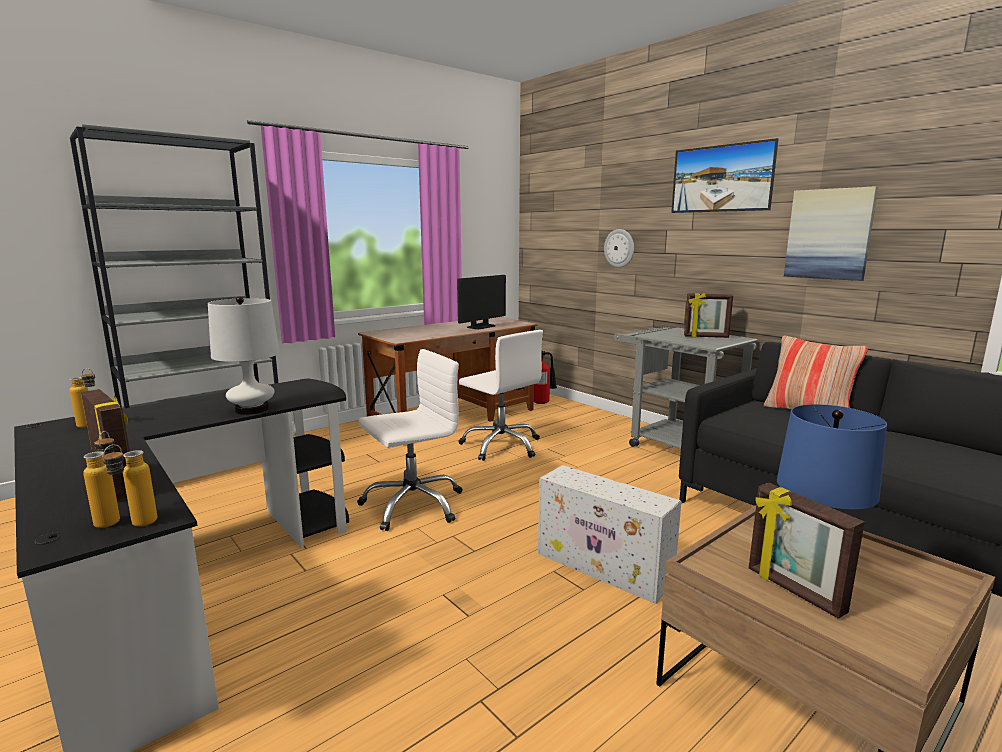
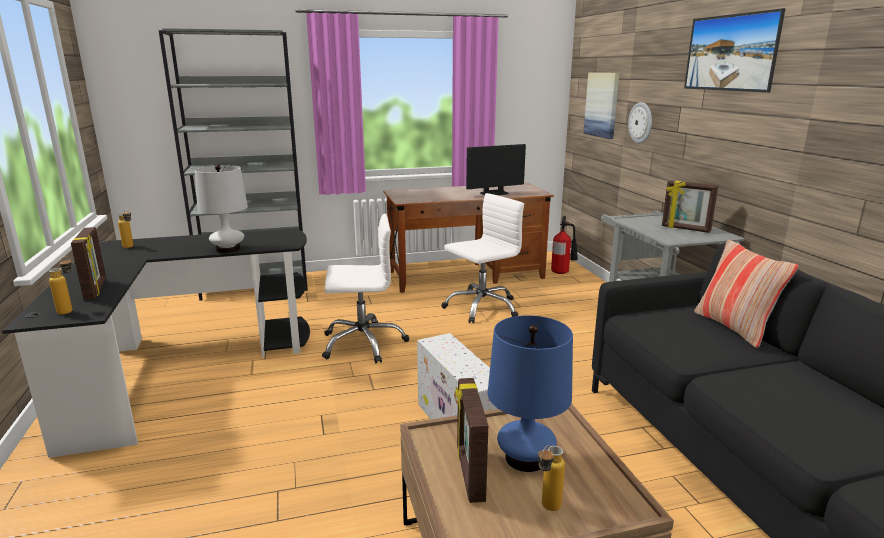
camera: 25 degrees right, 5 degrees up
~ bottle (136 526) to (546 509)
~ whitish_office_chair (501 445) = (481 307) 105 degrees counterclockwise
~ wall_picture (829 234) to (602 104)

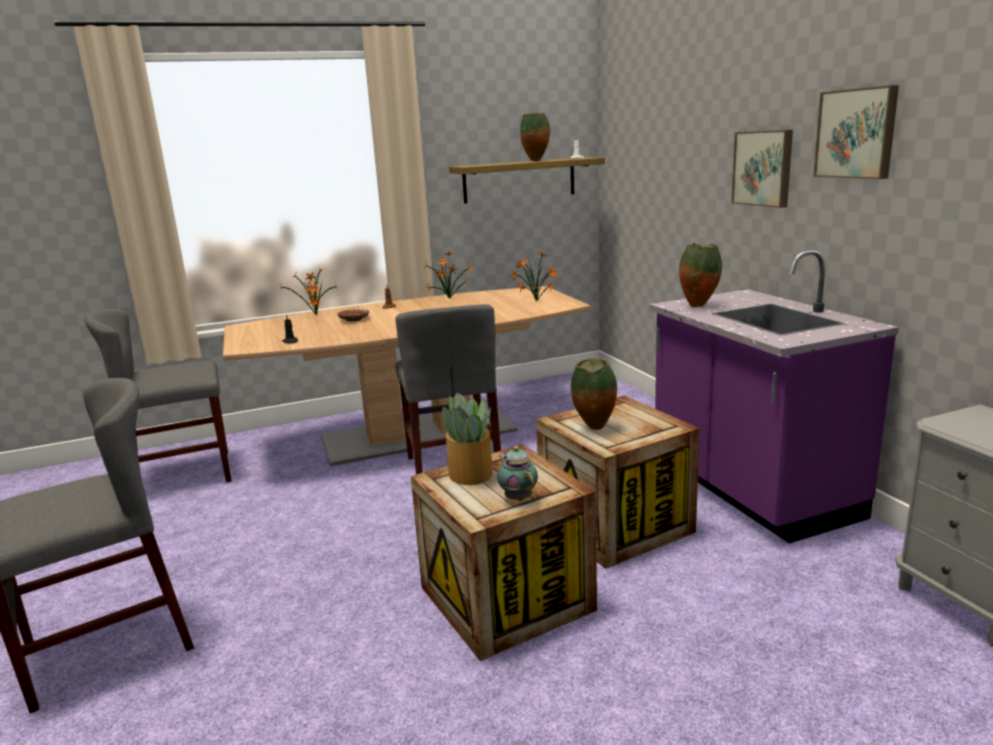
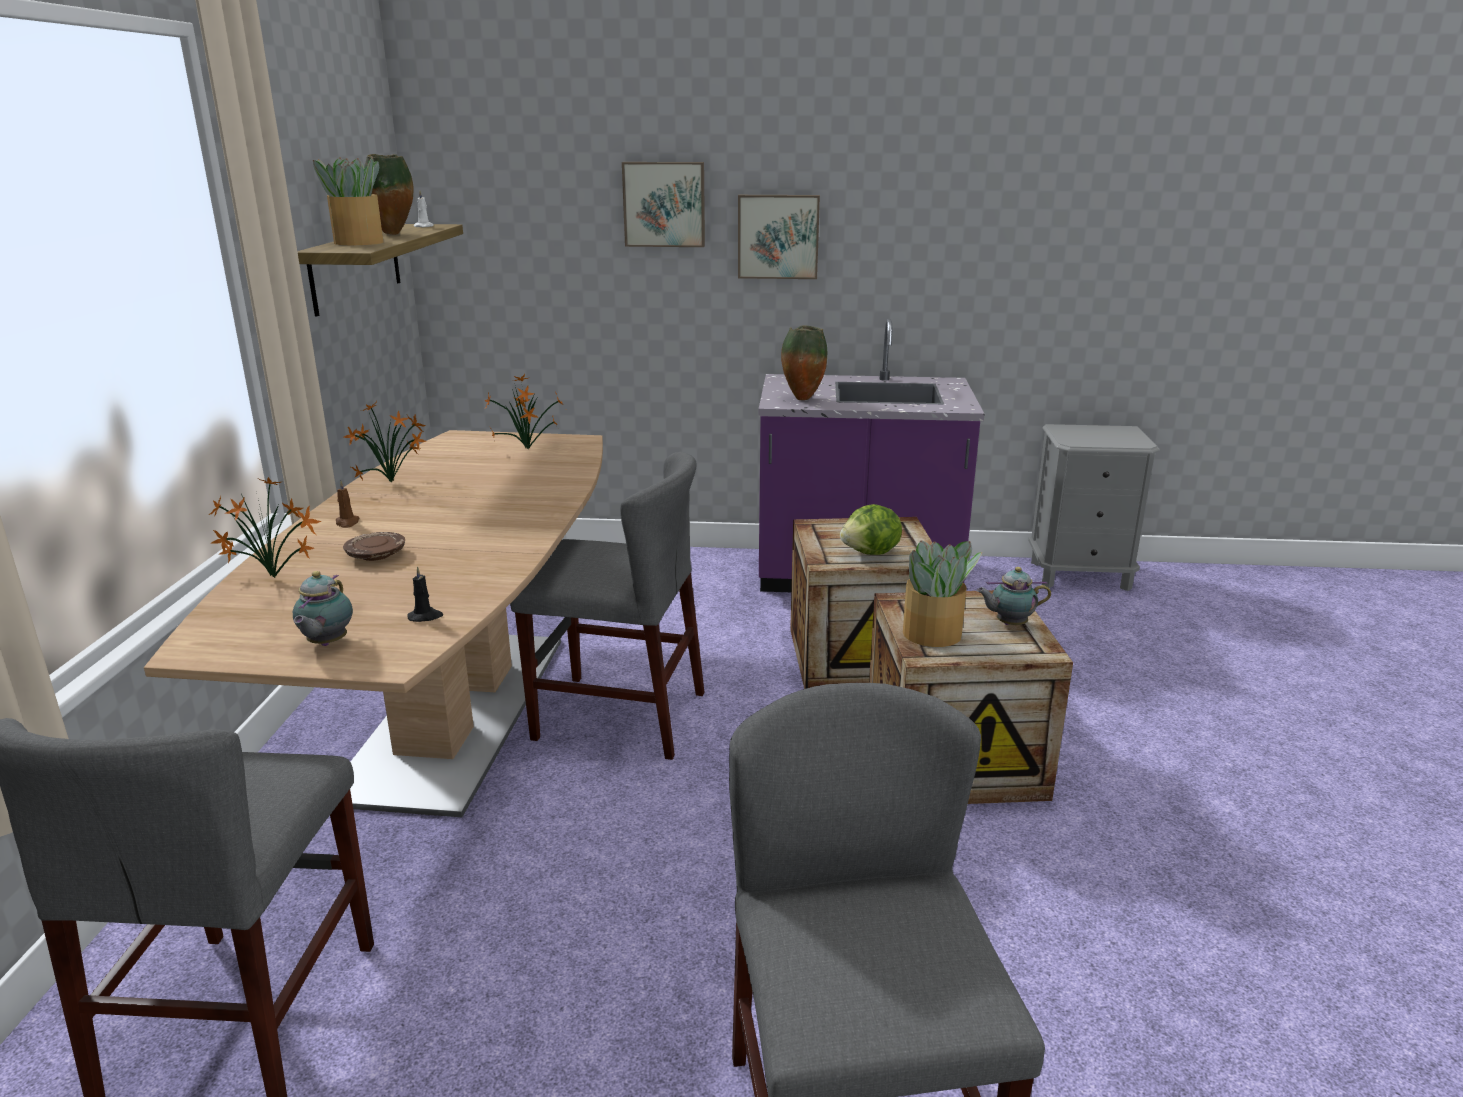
camera: 65 degrees left, 5 degrees up
~ flower_vase (594 429) to lettuce (871 553)
~ wall_picture (857 133) to (664 204)
+ pot_for_tea (326 644)
+ potted_plant (358 242)

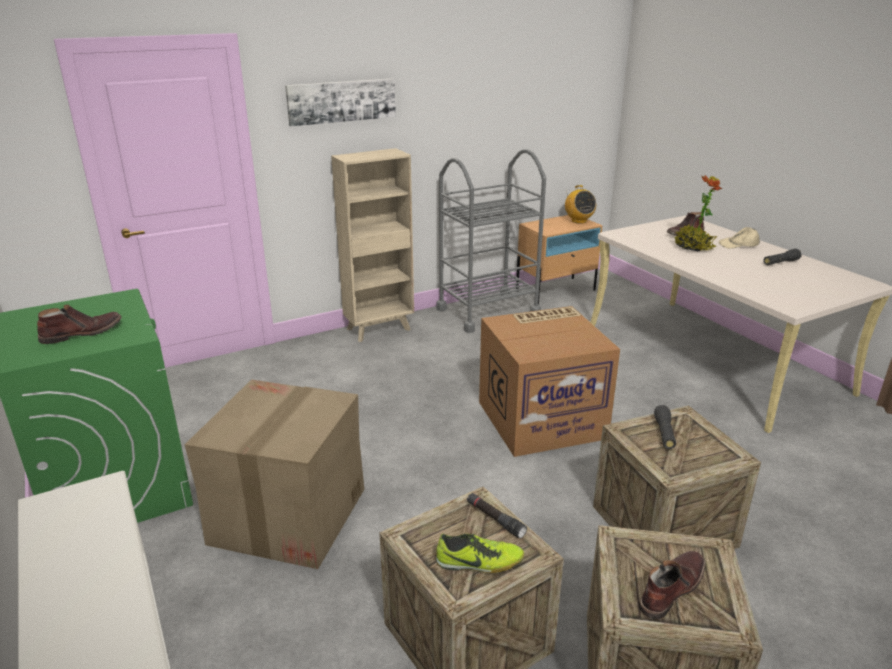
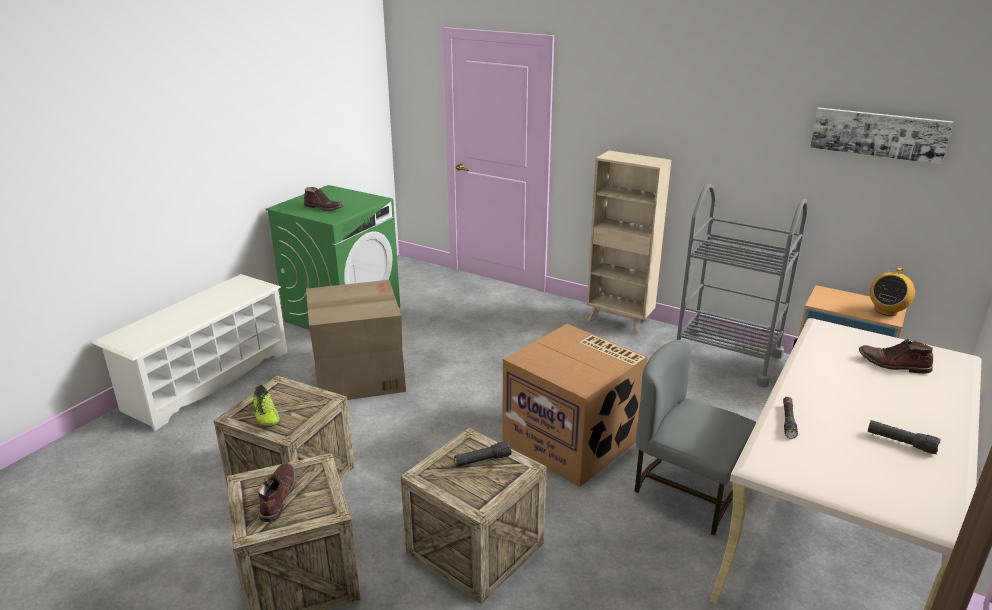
camera: 60 degrees right, 0 degrees up
~ wall_picture (341 101) to (878 134)
~ black_hand_torch (495 519) to (788 421)
~ brownish_boot (670 589) = (277 497) 105 degrees counterclockwise
- potted_plant (693 247)
- beige_baseball_cap (739 244)
+ greyish_plain_chair (686 491)

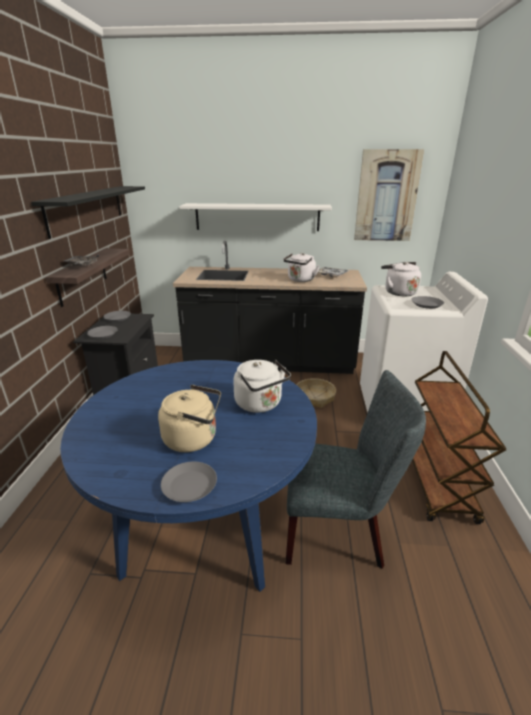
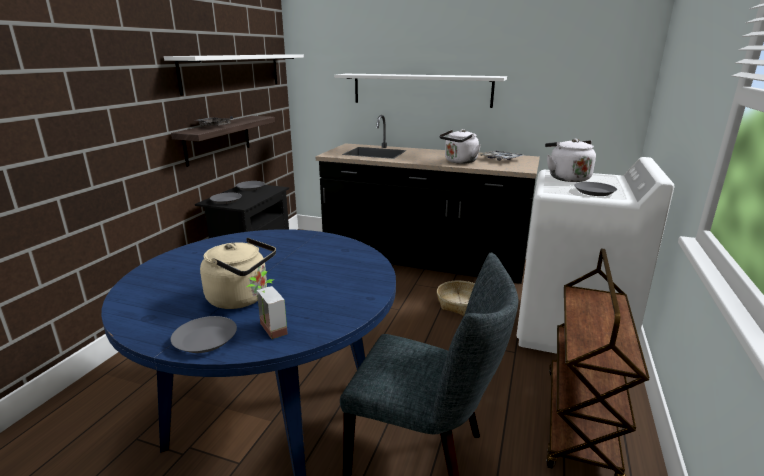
camera: 15 degrees right, 5 degrees down
~ black_bracket_shelf (87 209) to whitish_bracket_shelf (233 72)
- whitish_tea_kettle (260 404)
- wall_picture (386 196)
+ potted_plant (266 331)

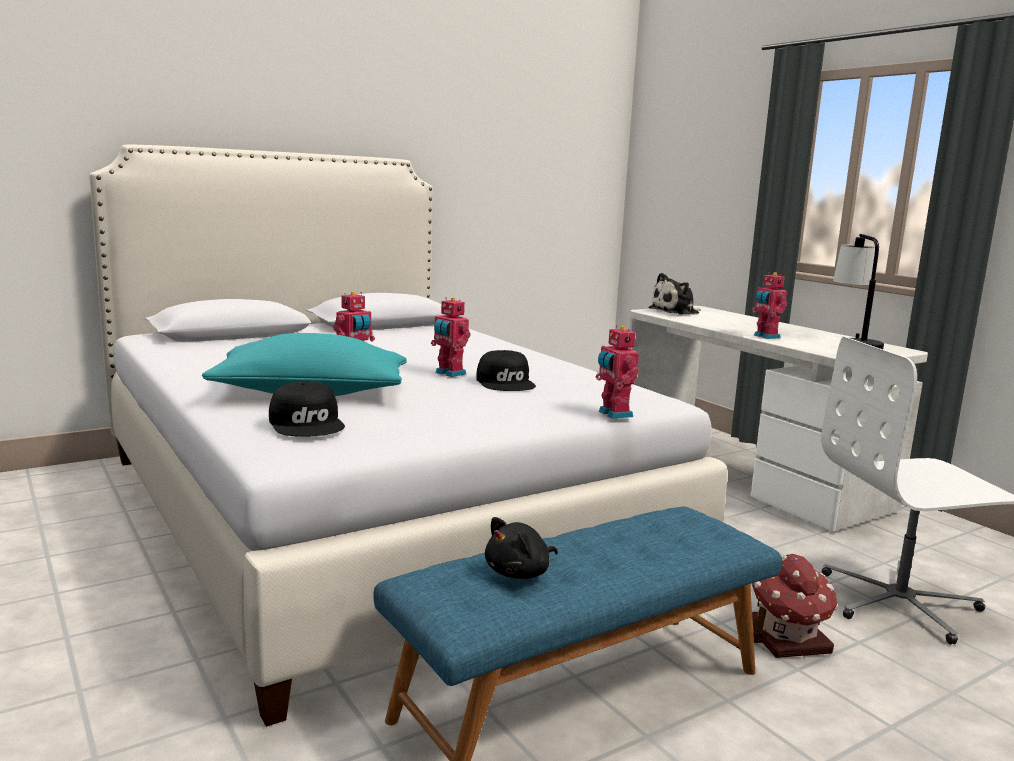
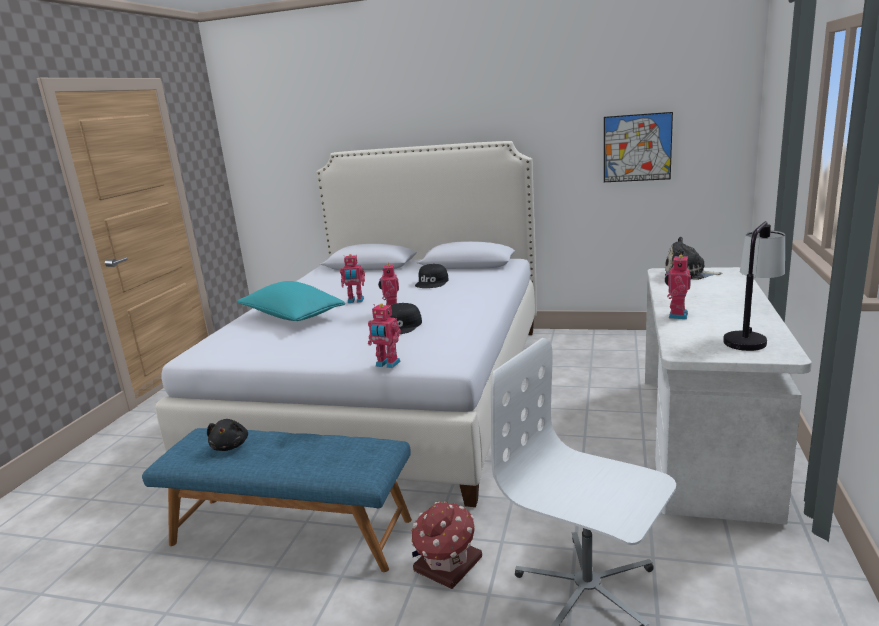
camera: 50 degrees right, 5 degrees up
~ black_baseball_cap (308 423) to (432 282)
~ black_cuddly_toy (520 573) = (230 446) 105 degrees counterclockwise
~ toy_robot (613 414) = (387 364) 90 degrees counterclockwise
+ wall_picture (637 148)

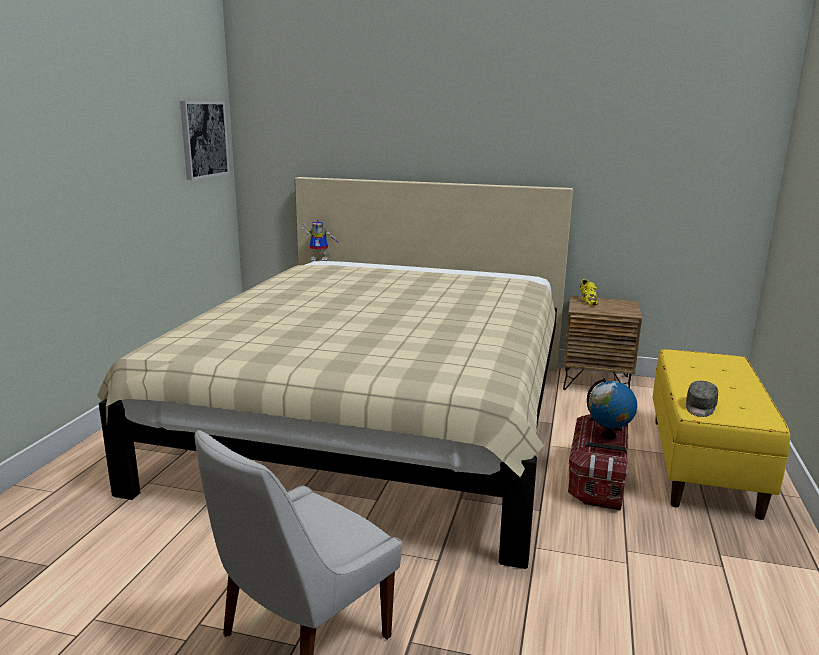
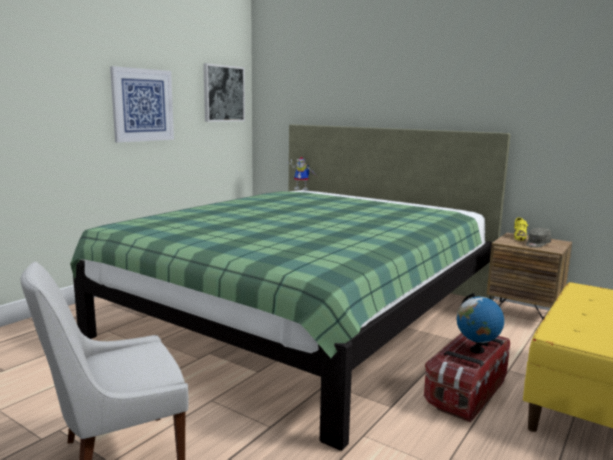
camera: 20 degrees right, 5 degrees down
~ beige_sleeping_bed (377 420) to greenish_sleeping_bed (304 316)
~ greyish_baseball_cap (700 407) to (537 244)
+ wall_picture (143 105)

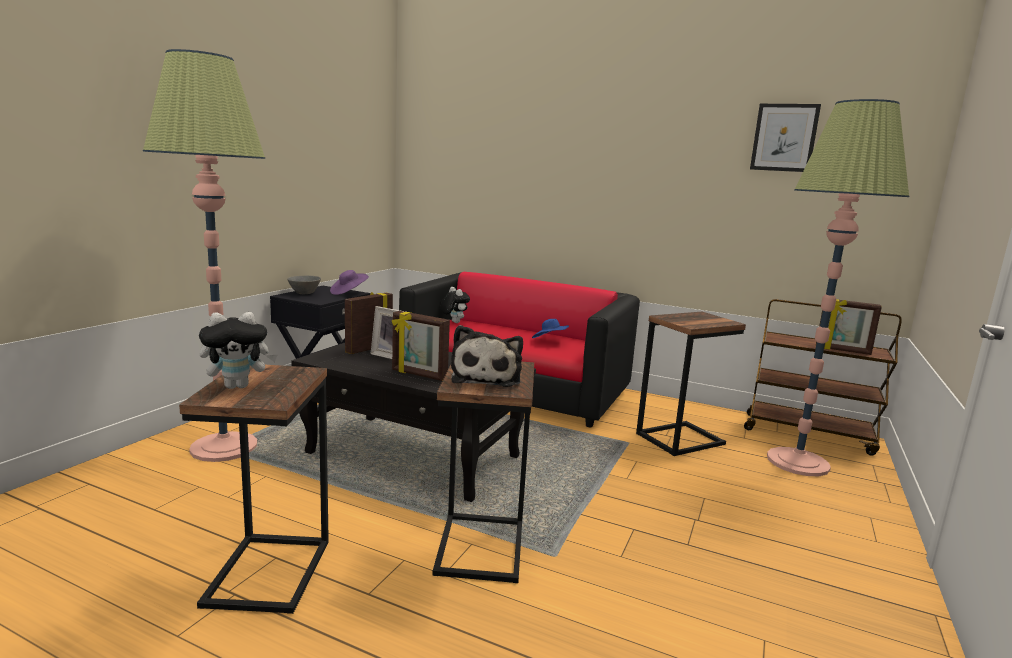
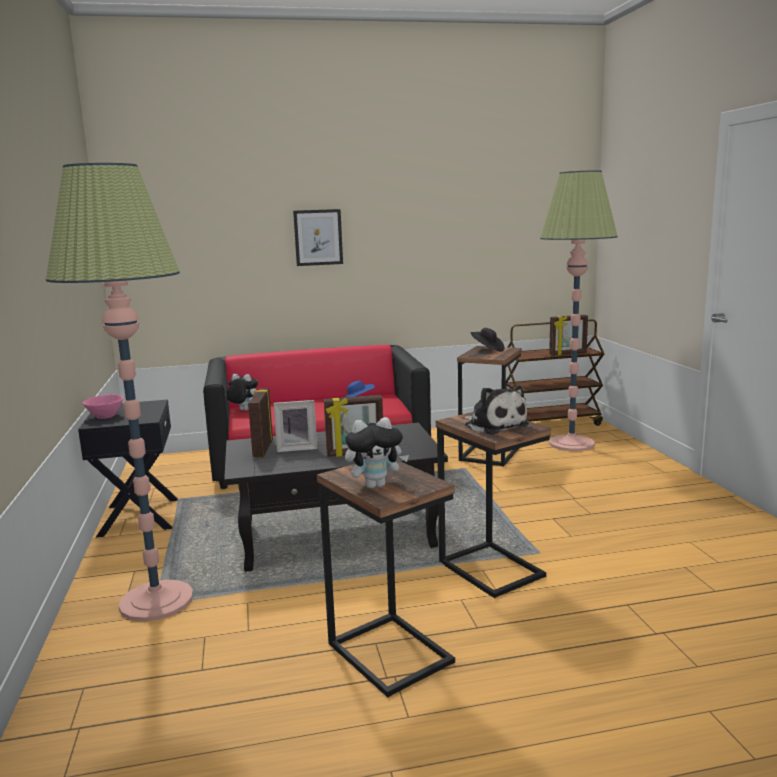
camera: 35 degrees left, 0 degrees up
~ cuddly_toy (238 386) = (376 485) 45 degrees clockwise
~ greyish_serving_bowl (304 293) to pink-coloured_serving_bowl (104 416)
- purple-coloured_hat (349 292)
~ wall_picture (784 137) to (318 237)
+ black_hat (487 349)

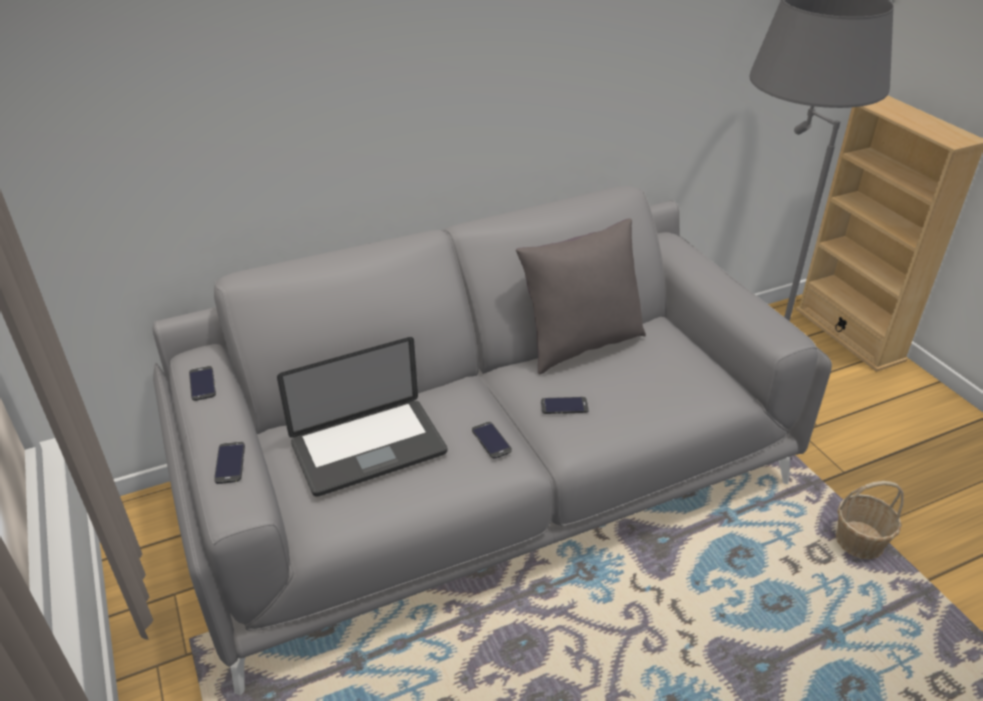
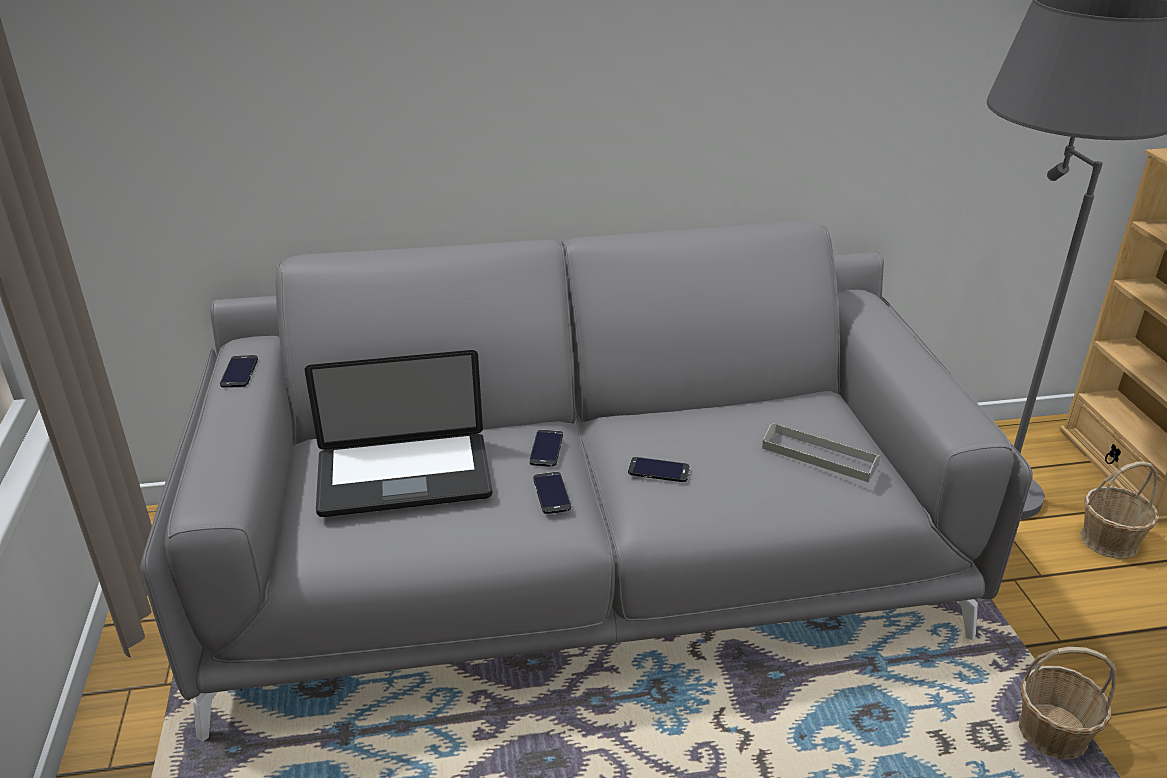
camera: 15 degrees right, 5 degrees down
~ telephone (230 463) to (546 448)
- greyish_throw_pillow (580 345)
+ greyish_tray (819 456)
+ storage_basket (1109 540)

